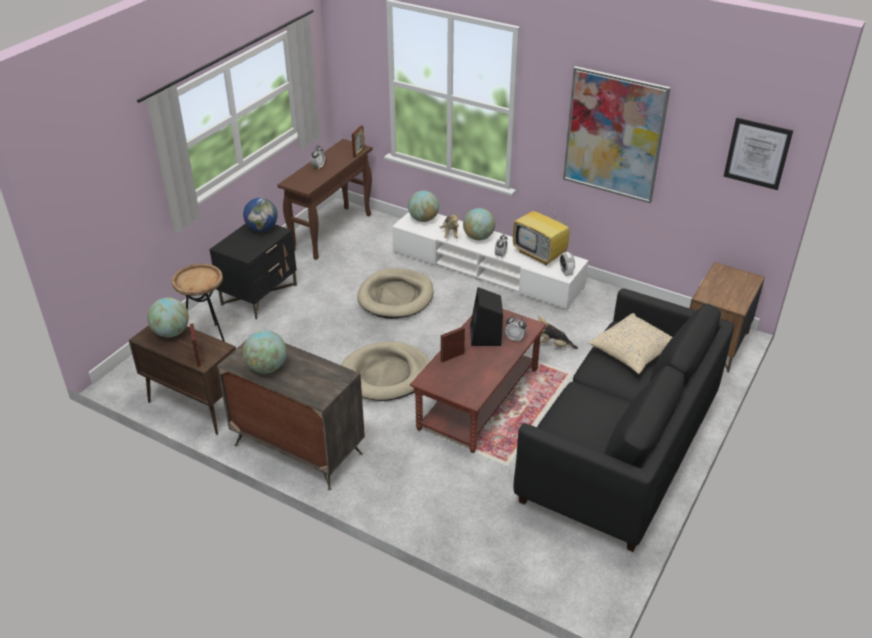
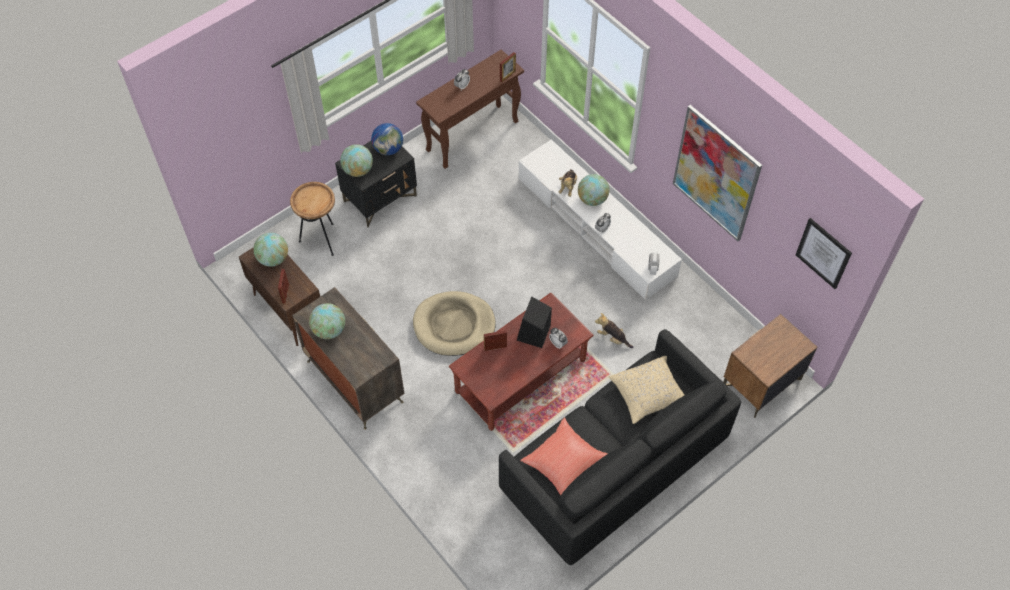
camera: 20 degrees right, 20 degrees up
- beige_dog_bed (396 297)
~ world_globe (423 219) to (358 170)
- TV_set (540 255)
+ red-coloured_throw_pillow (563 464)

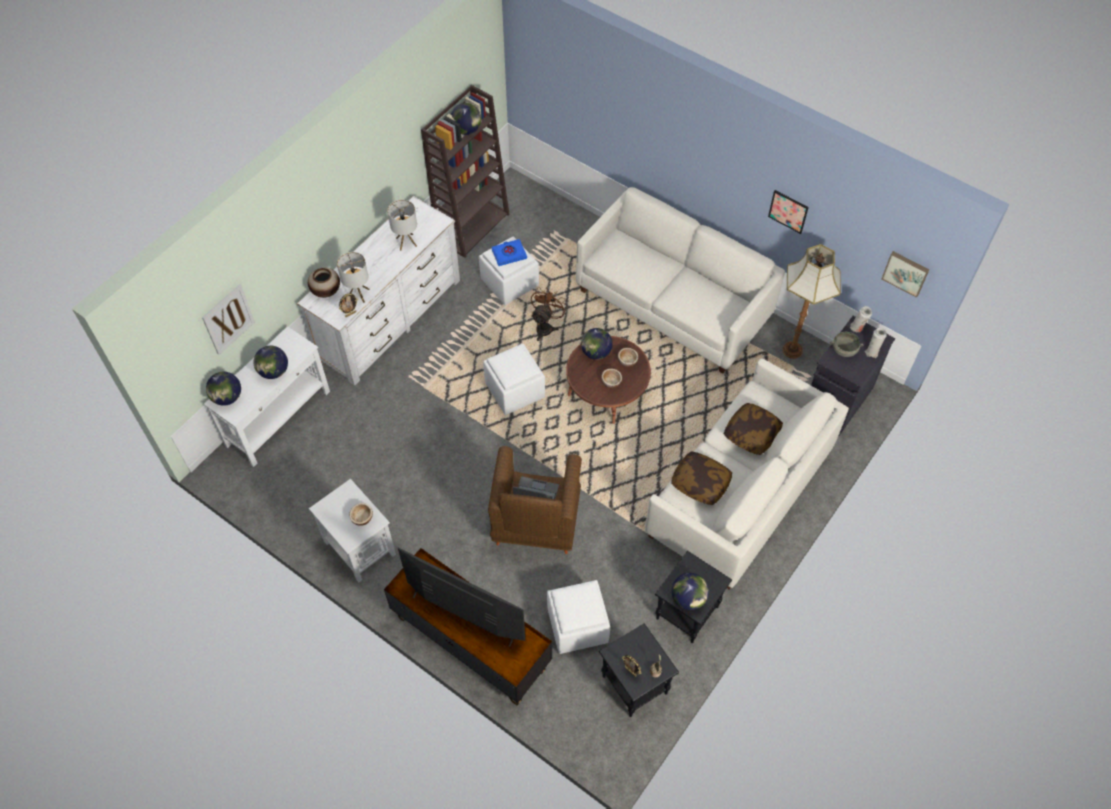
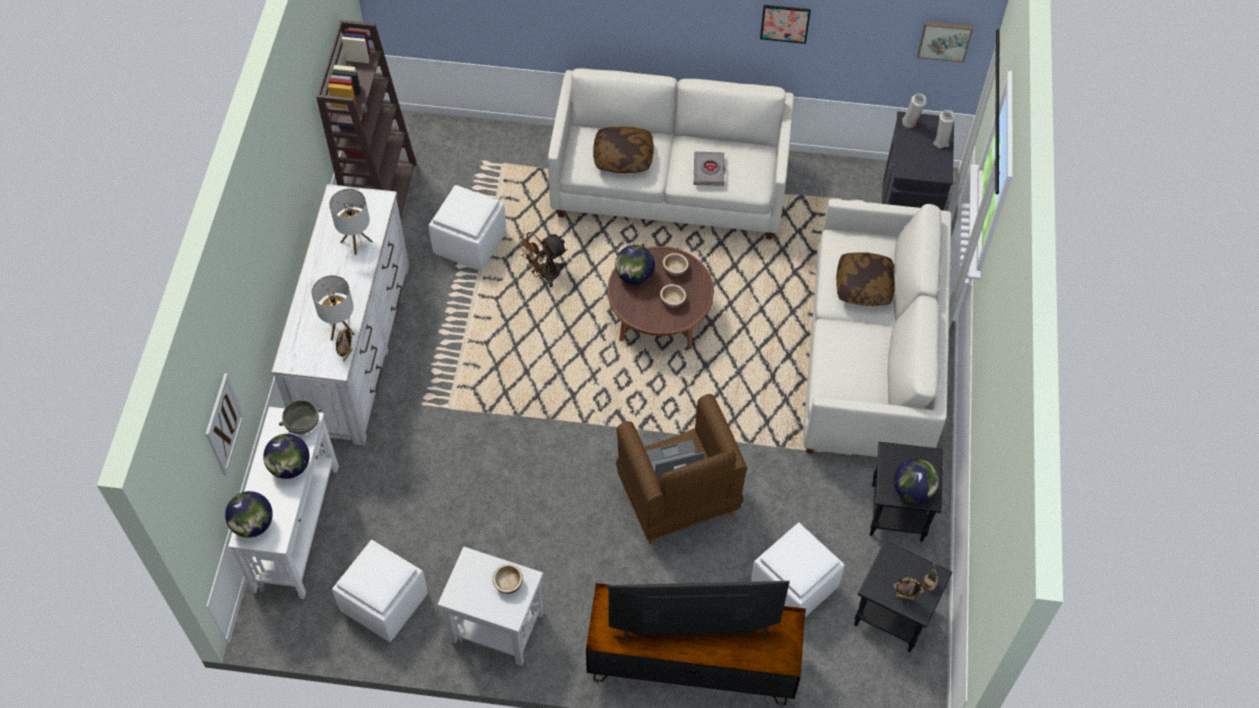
camera: 30 degrees left, 0 degrees up
- flower_vase (326 291)
- world_globe (466 130)
~ whitish_ottoman (514 390) to (383 602)
- blue_volume (509 254)
~ brownish_fan (546 326) = (545 275) 120 degrees counterclockwise
~ throw_pillow (700 483) to (623 157)
- standing_lamp (792 349)
~ greyish_serving_bowl (844 350) to (302 425)
+ greyish_volume (709 171)

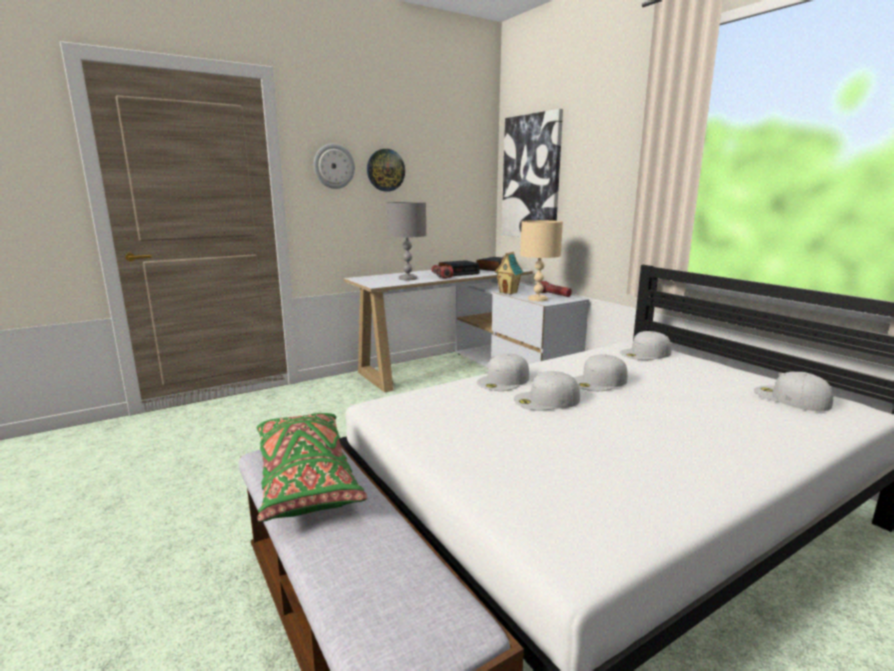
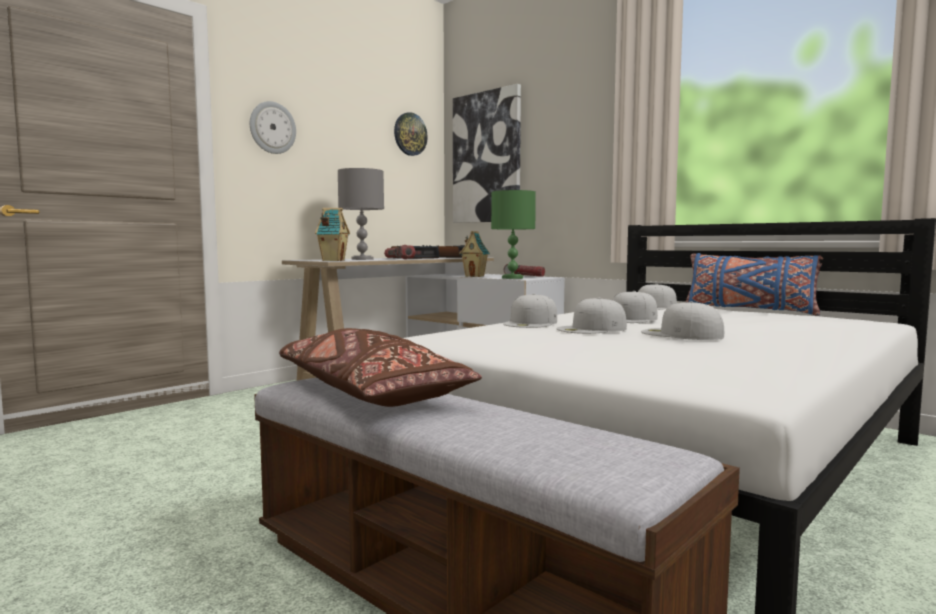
camera: 15 degrees left, 10 degrees down
~ greenish_throw_pillow (306 478) to brownish_throw_pillow (369 392)
~ clock_on_the_wall (385 170) to (410 134)
~ beige_tabletop_lamp (538 299) to greenish_tabletop_lamp (512 278)
~ whitish_baseball_cap (790 398) to (680 334)
+ toy_house (332 260)
+ blue_throw_pillow (749 310)

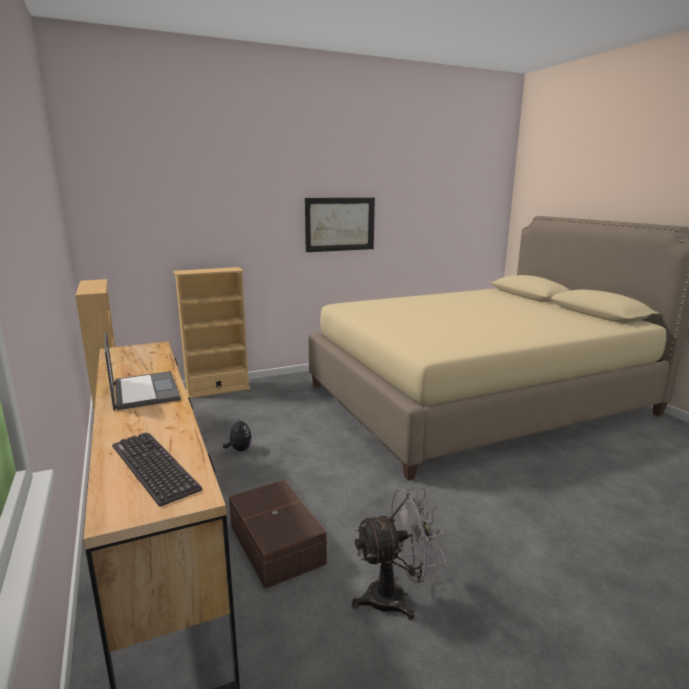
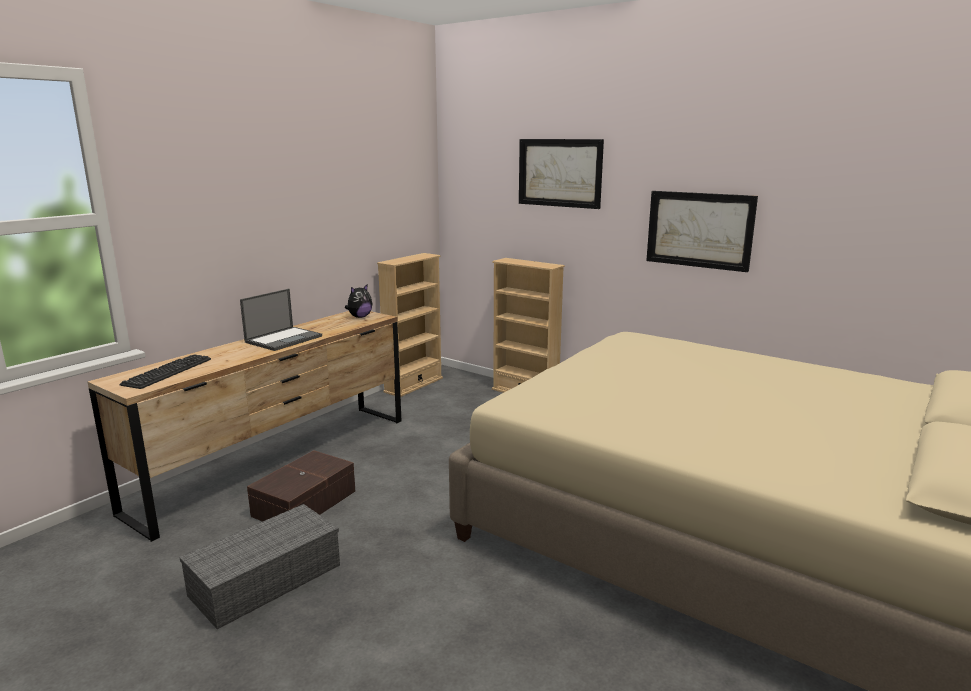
camera: 60 degrees right, 0 degrees up
~ cuddly_toy (239 449) to (359 317)
~ greyish_fan (396 597) to greyish_storage_box (267 578)
+ wall_picture (560 173)

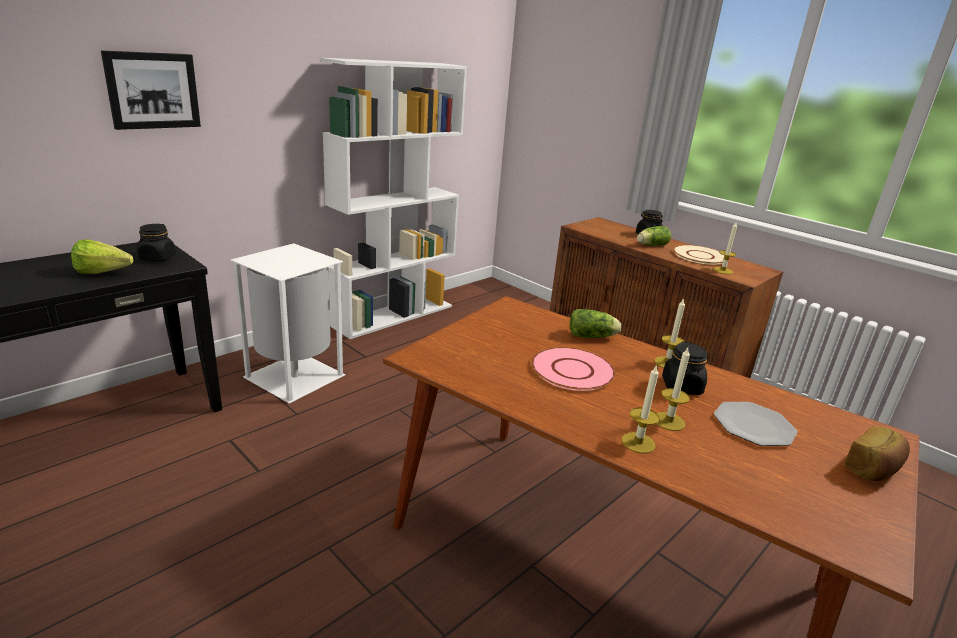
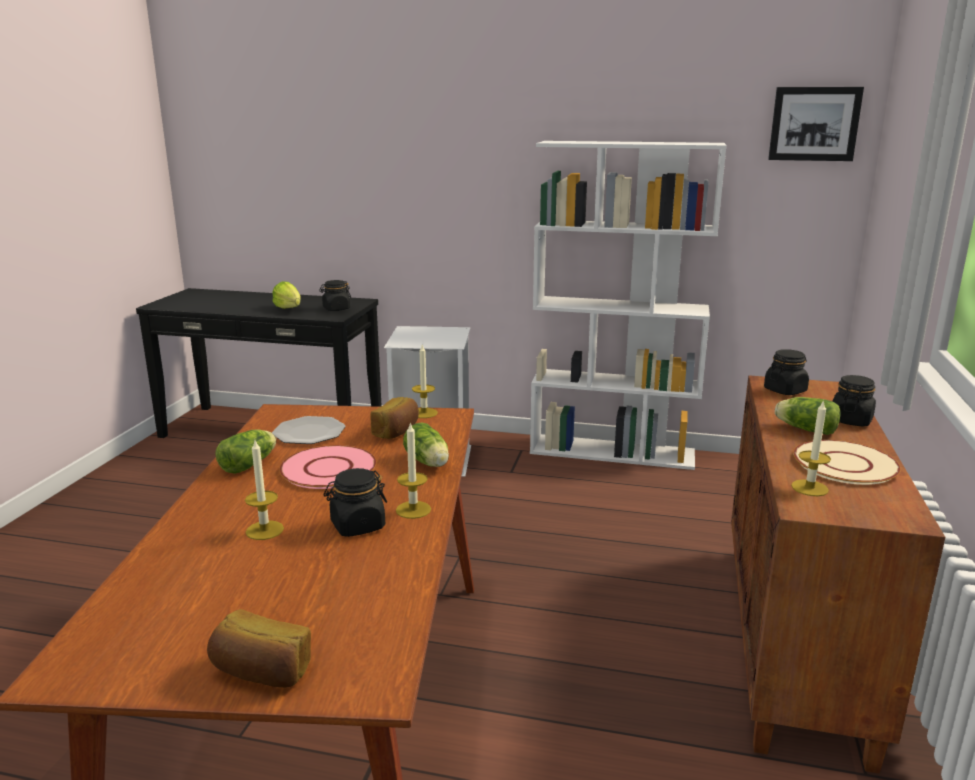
camera: 60 degrees right, 5 degrees down
~ wall_picture (152 90) to (814 124)
~ wax_light (638 443) to (424 413)
~ dinner_plate (753 425) to (309 432)
+ lettuce (250 464)
+ bread (397 431)
+ black_preserve_jar (785 390)

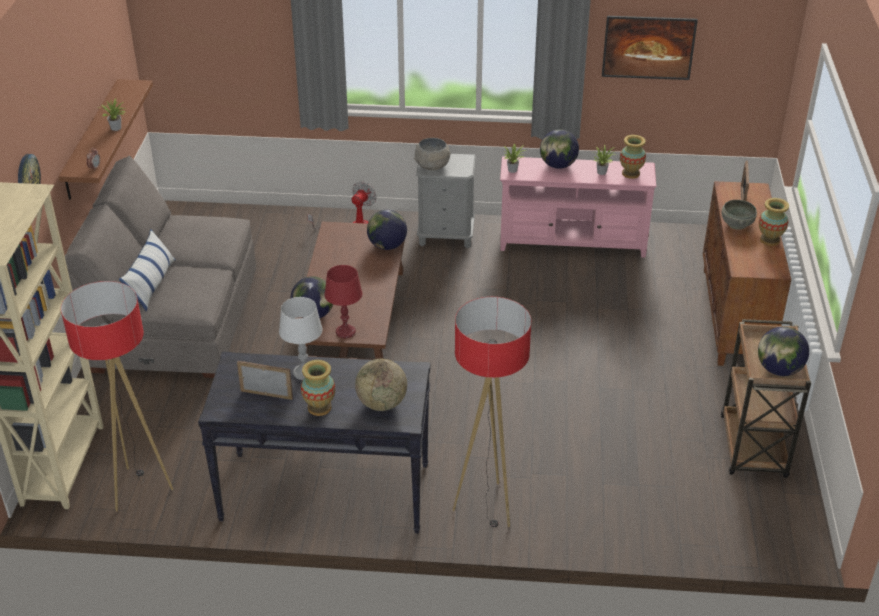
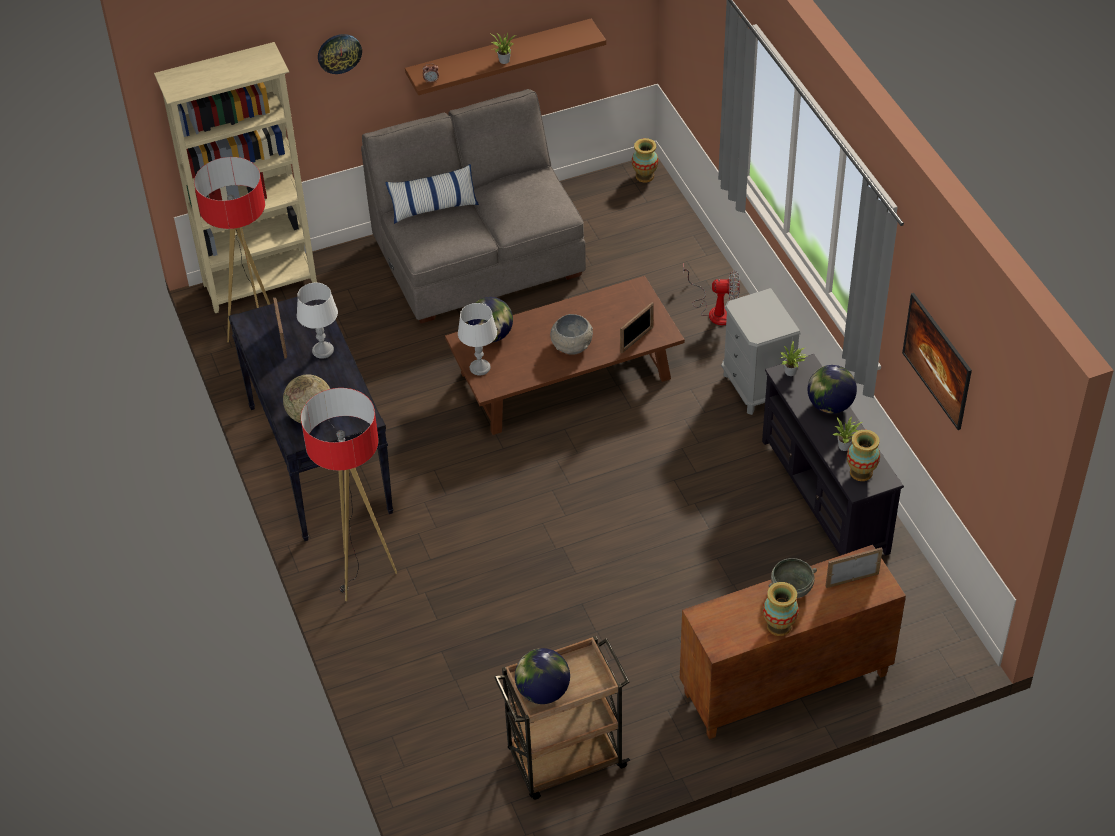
camera: 65 degrees right, 10 degrees up
~ flower_vase (319 407) to (644 176)
~ red-coloured_tabletop_lamp (345 332) to greyish_tabletop_lamp (479 368)
~ world_globe (387 246) to picture_frame (637 340)
~ greyish_serving_bowl (432 166) to (571 345)
~ pink-coloured_media_console (572 242) to black_media_console (825 496)

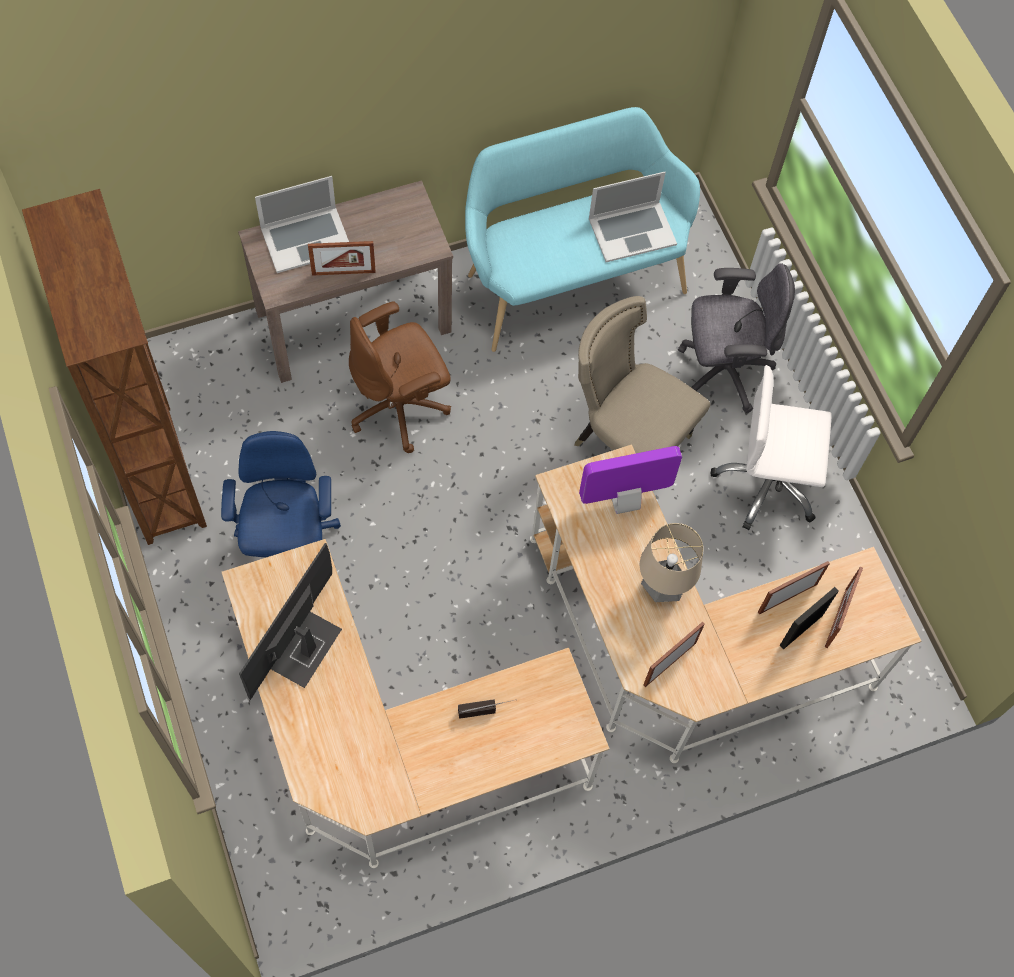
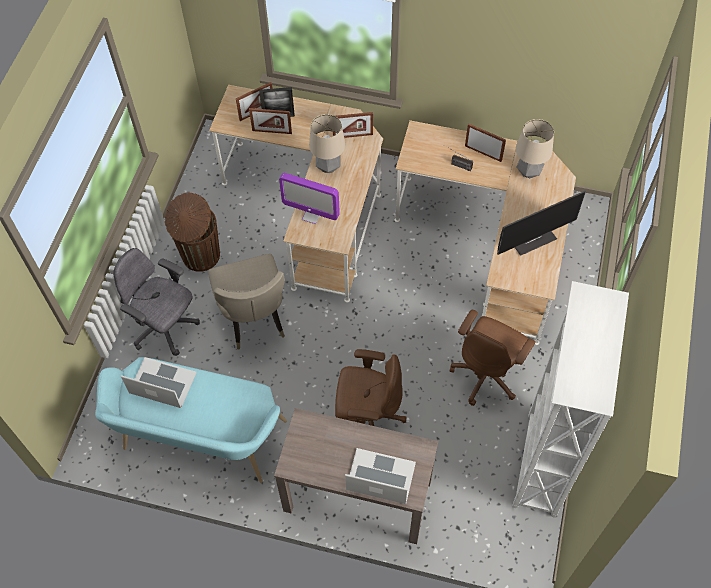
camera: 140 degrees left, 5 degrees down
~ brownish_shelving_unit (160 472) to whitish_shelving_unit (540 465)
~ blue_office_chair (288 545) to brownish_office_chair (486 375)
~ picture_frame (343 273) to (483 153)
~ whitish_office_chair (767 483) to brownish_waste_bin (200 256)
+ tabletop_lamp (528 172)

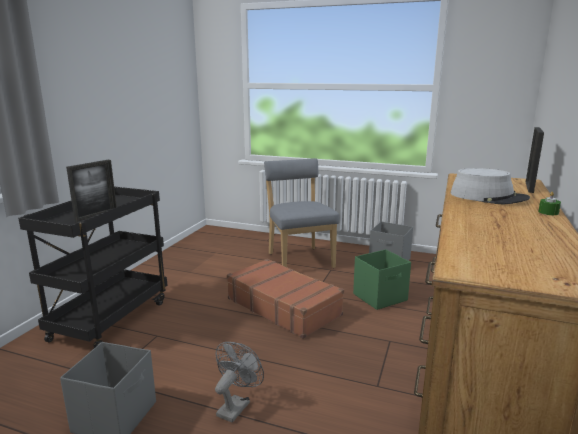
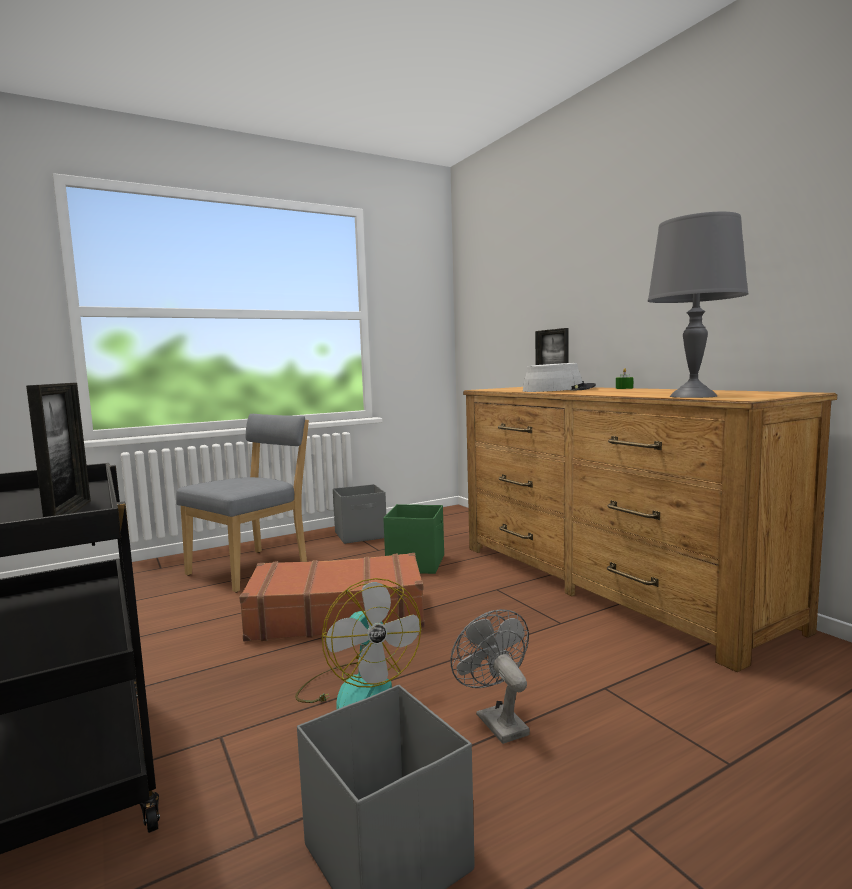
camera: 50 degrees left, 10 degrees down
~ greyish_plain_chair (299 259) = (253 568) 105 degrees clockwise
+ fan (357 690)
+ greyish_tabletop_lamp (693 396)

